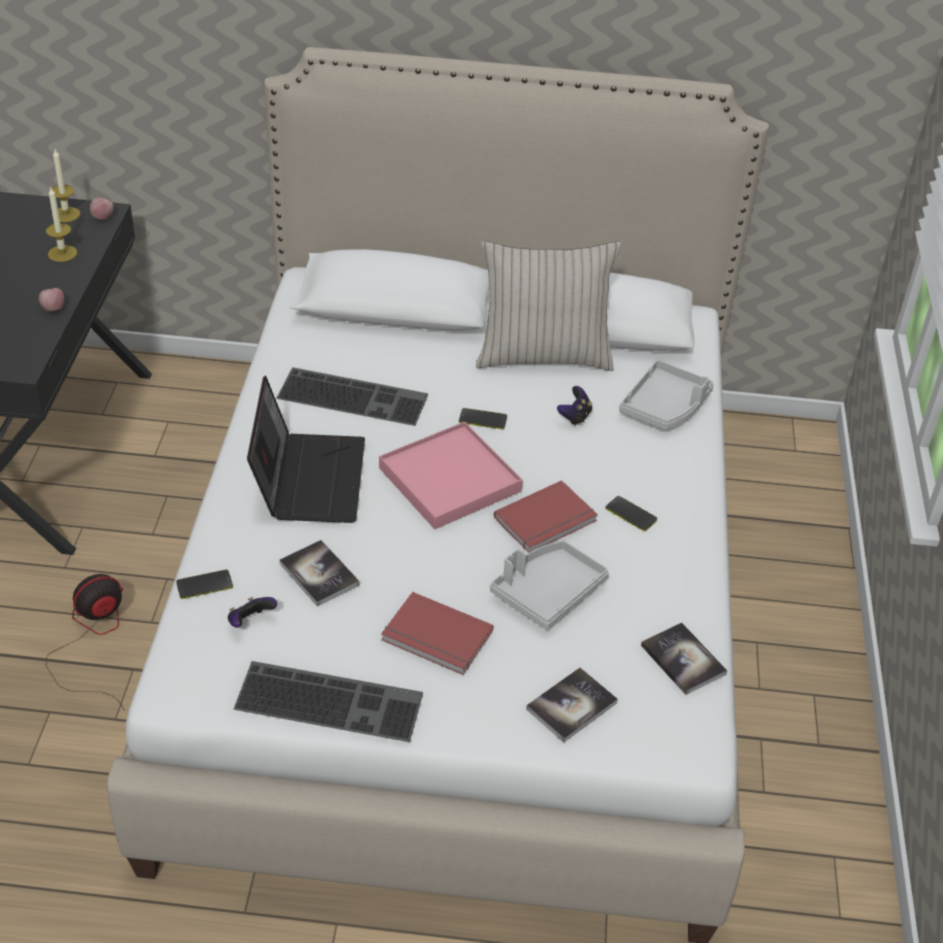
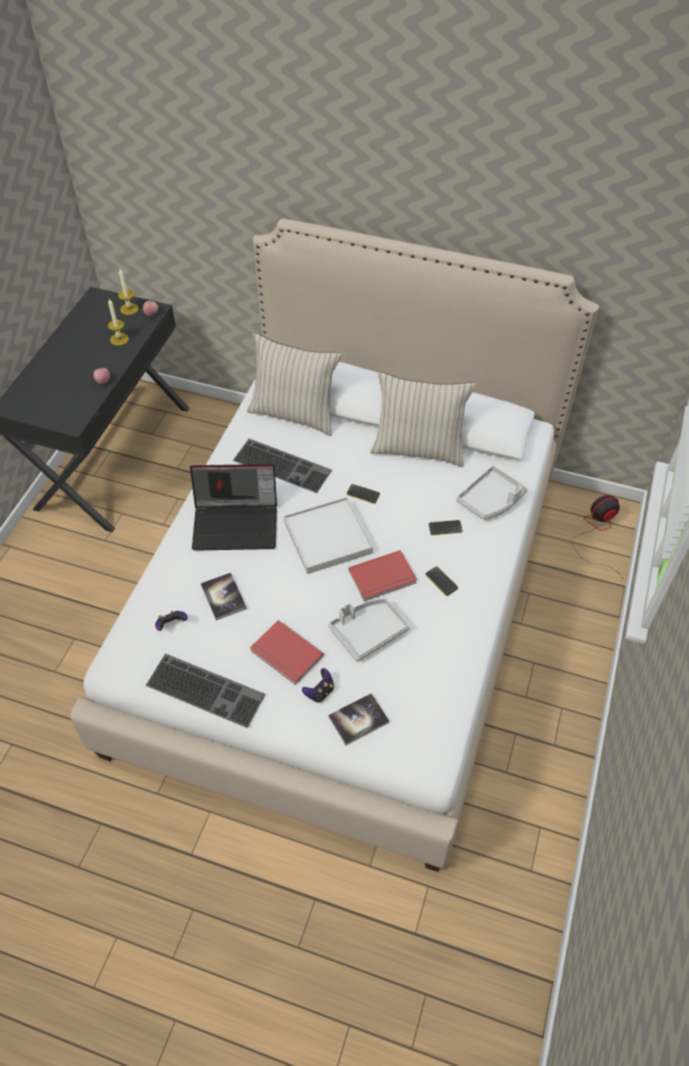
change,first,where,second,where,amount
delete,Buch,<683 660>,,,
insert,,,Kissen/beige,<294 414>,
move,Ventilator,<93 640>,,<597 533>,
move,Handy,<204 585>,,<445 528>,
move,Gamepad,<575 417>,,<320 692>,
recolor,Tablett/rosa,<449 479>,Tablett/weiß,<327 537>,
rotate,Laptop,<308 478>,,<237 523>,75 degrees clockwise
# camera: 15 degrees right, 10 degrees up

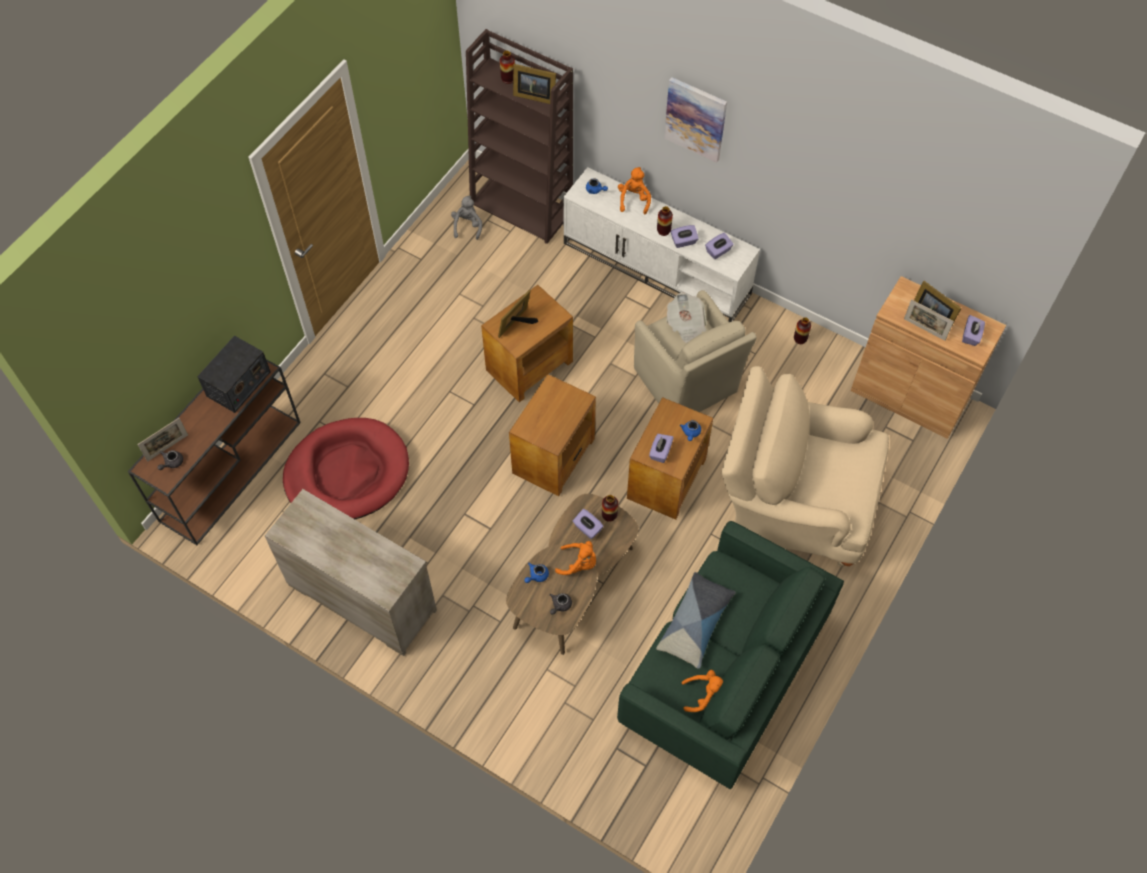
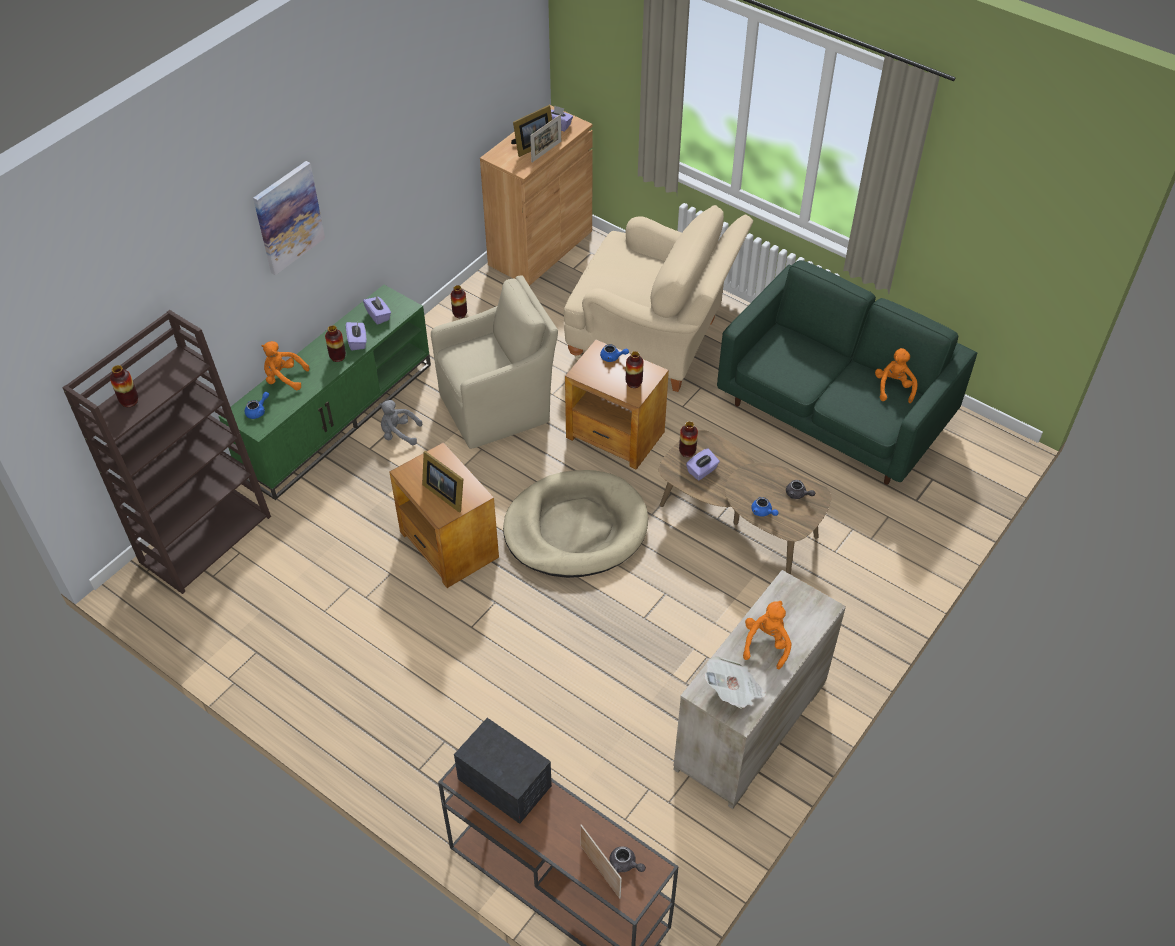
change,first,where,second,where,amount
delete,Hundebett/rot,<347 473>,,,
delete,Bilderrahmen,<534 95>,,,
delete,Kissen,<696 623>,,,
move,Plüschtier/grau,<467 226>,,<399 433>,
move,Plüschtier/orange,<579 564>,,<766 644>,
move,Zeitung,<686 324>,,<733 691>,
replace,Beistelltisch/braun,<554 455>,Hundebett/beige,<575 528>,
replace,Taschentuchbox/lila,<660 452>,Vase,<633 383>,
recolor,Fernsehschrank/weiß,<658 268>,Fernsehschrank/grün,<337 416>,
rotate,Sessel/beige,<793 504>,,<653 342>,90 degrees counterclockwise
# camera: 85 degrees left, 10 degrees down

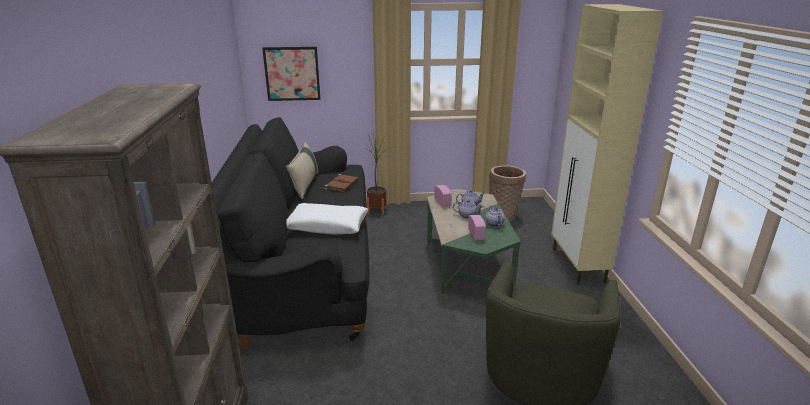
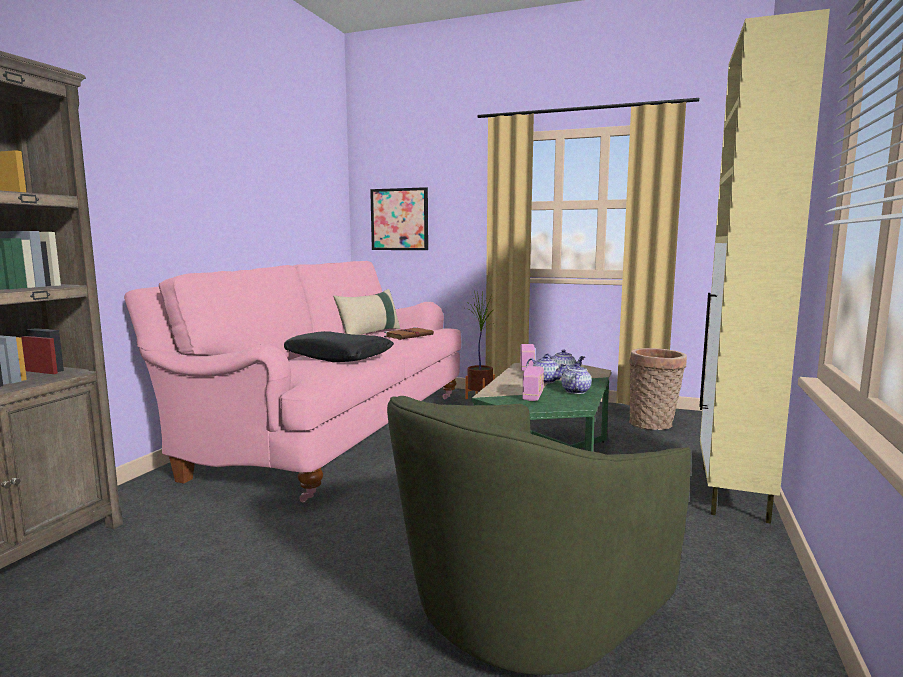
change,first,where,second,where,amount
recolor,Sofa/schwarz,<304 269>,Sofa/rosa,<335 430>,
recolor,Kissen/weiß,<327 226>,Kissen/schwarz,<338 357>,
# camera: 25 degrees right, 15 degrees down

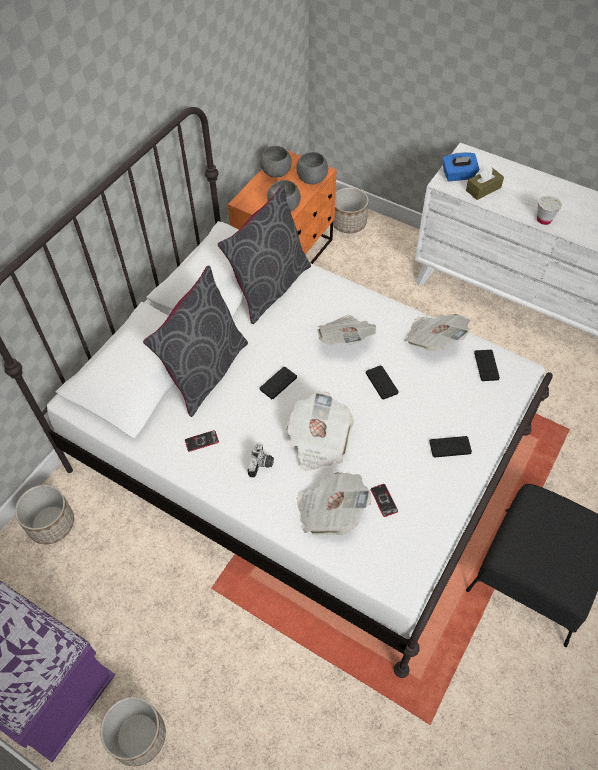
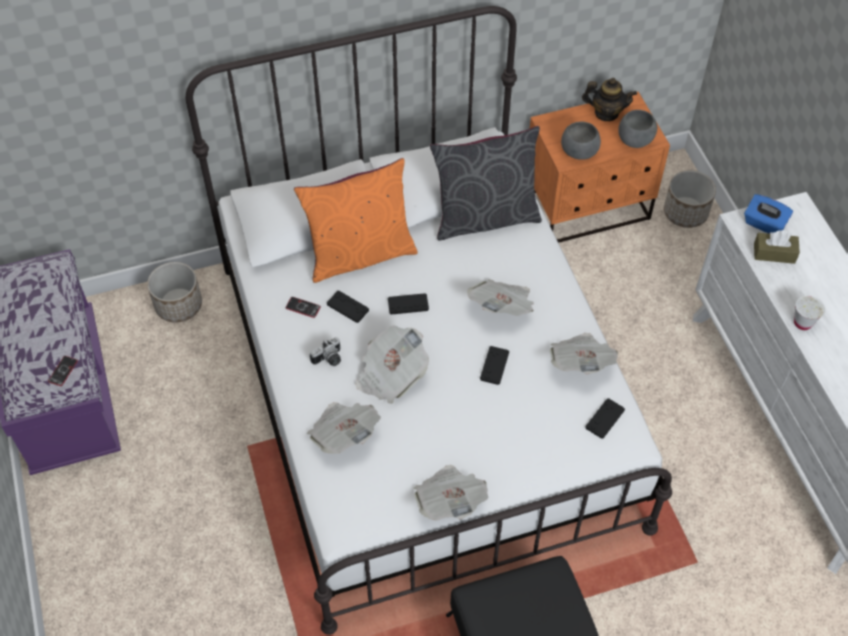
change,first,where,second,where,amount
delete,Pflanzkübel,<138 736>,,,
insert,,,Zeitung,<450 501>,
move,Handy,<384 500>,,<63 371>,
move,Gamepad/schwarz,<450 447>,,<347 307>,
replace,Schüssel/grau,<275 173>,Teekanne,<606 113>,
recolor,Kissen/grau,<205 372>,Kissen/orange,<360 254>,
# camera: 40 degrees right, 0 degrees up

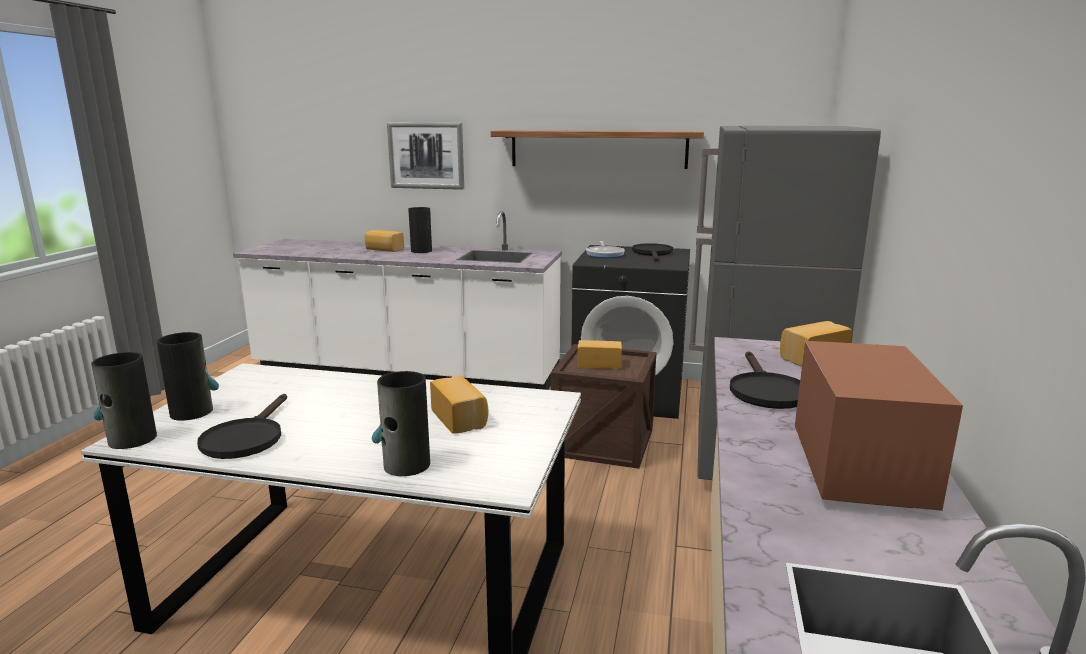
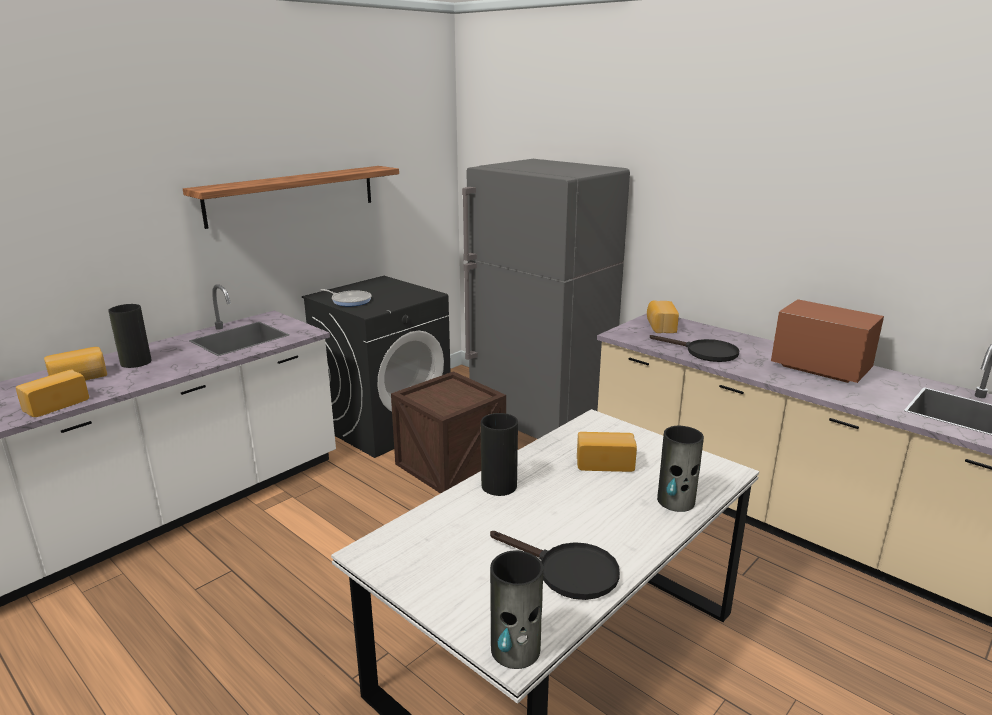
change,first,where,second,where,amount
delete,Bild,<426 155>,,,
delete,Pfanne/schwarz,<653 253>,,,
move,Vase,<192 412>,,<498 485>,
move,Brot,<599 364>,,<55 404>,
# camera: 60 degrees left, 5 degrees up

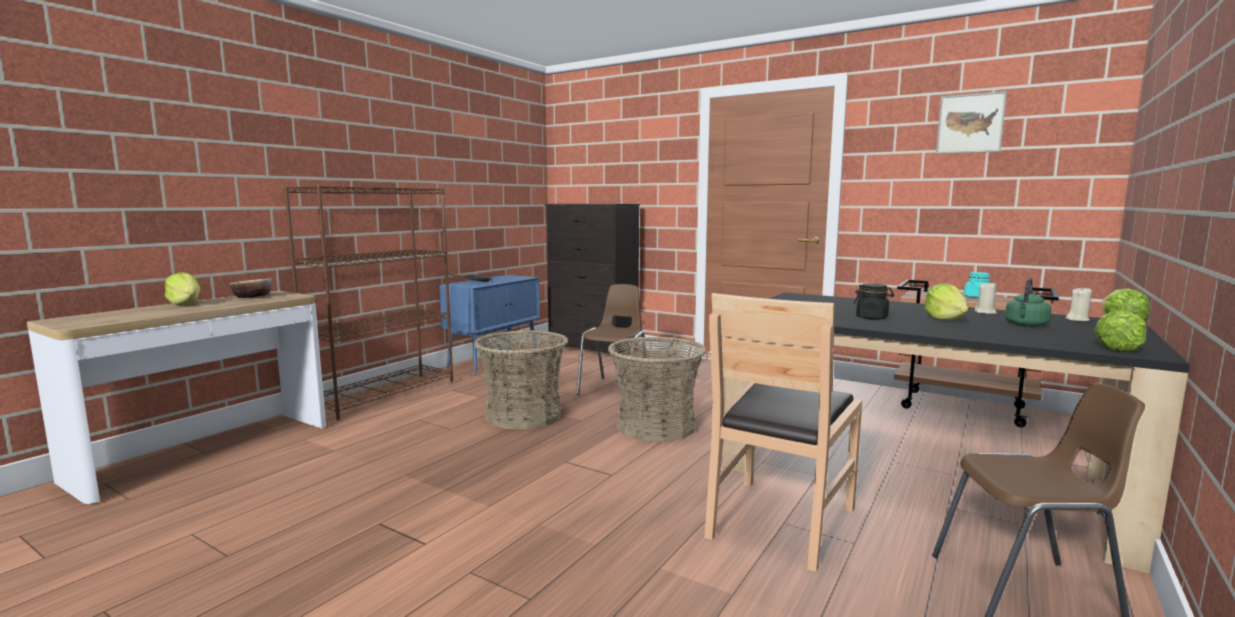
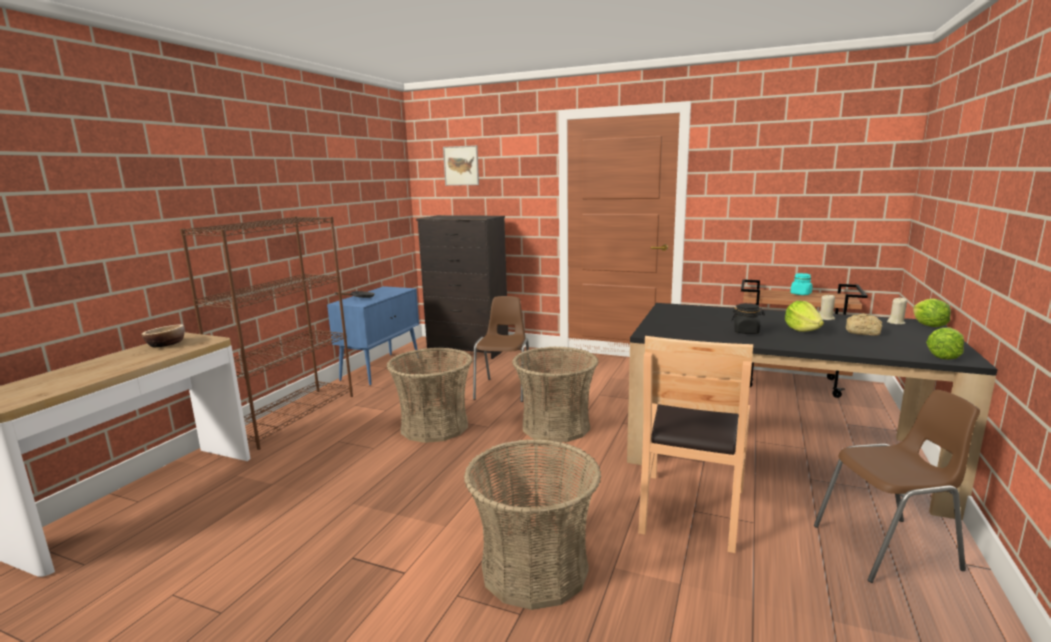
change,first,where,second,where,amount
delete,Salatkopf,<185 304>,,,
insert,,,Korb,<534 569>,
move,Bild,<970 123>,,<461 165>,
replace,Wasserkessel/grün,<1025 325>,Brot,<863 332>,
# camera: 10 degrees left, 5 degrees up

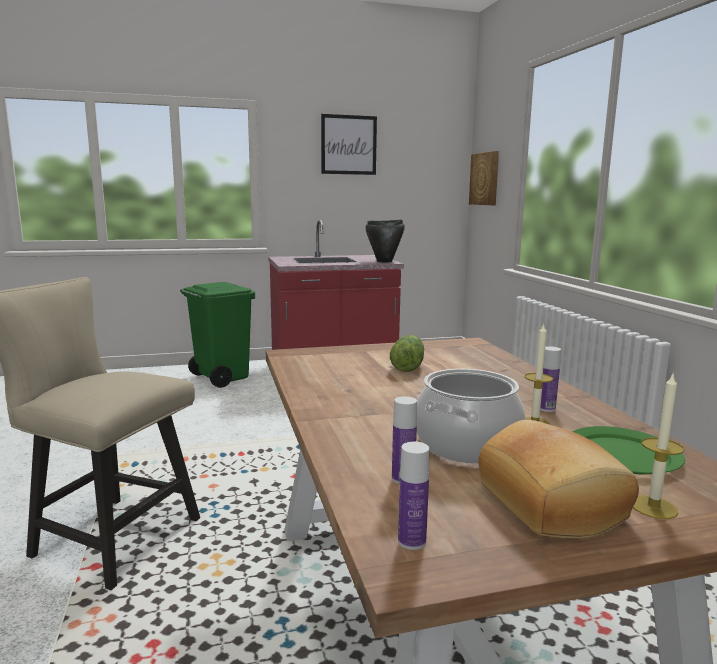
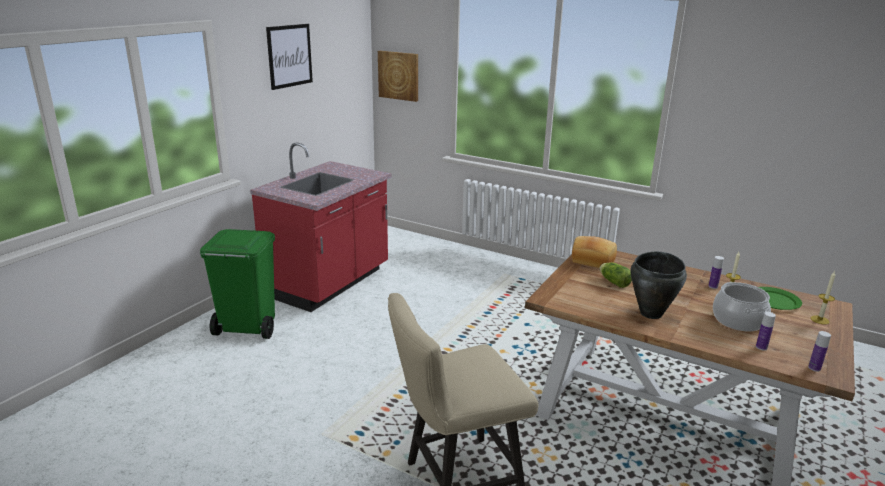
change,first,where,second,where,amount
move,Kochtopf/schwarz,<384 261>,,<651 313>,
move,Brot,<554 503>,,<593 260>,
# camera: 45 degrees left, 10 degrees up

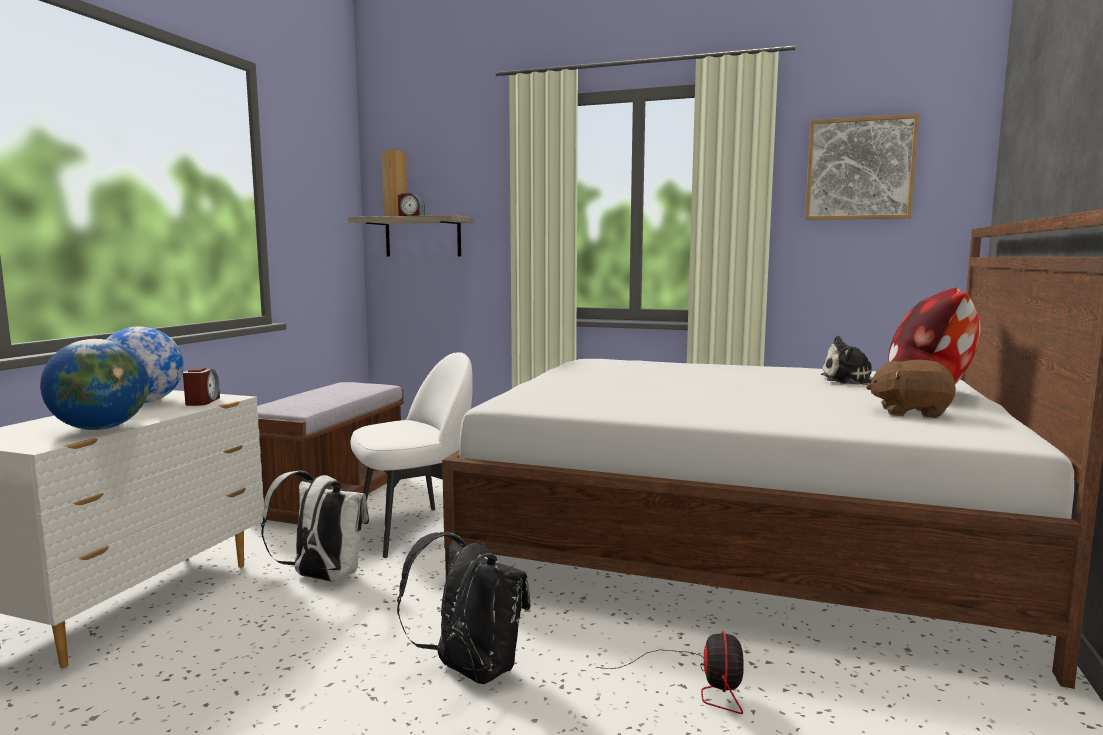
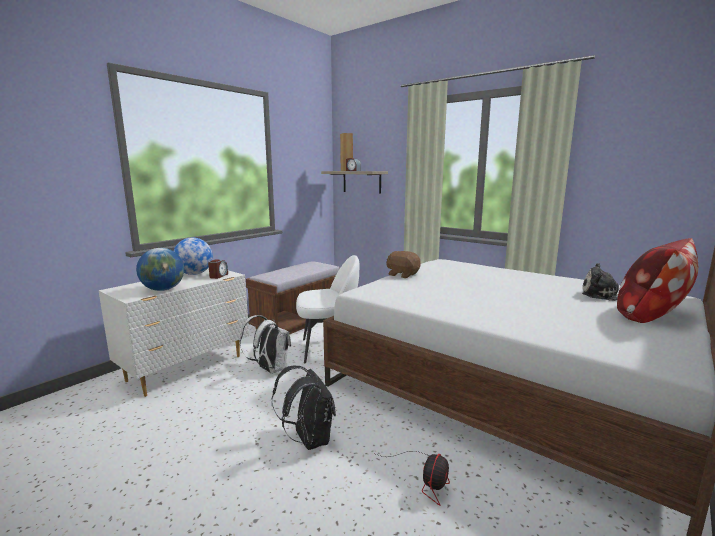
change,first,where,second,where,amount
delete,Bild,<859 169>,,,
move,Plüschtier/braun,<910 412>,,<402 275>,
# camera: 20 degrees right, 5 degrees up

